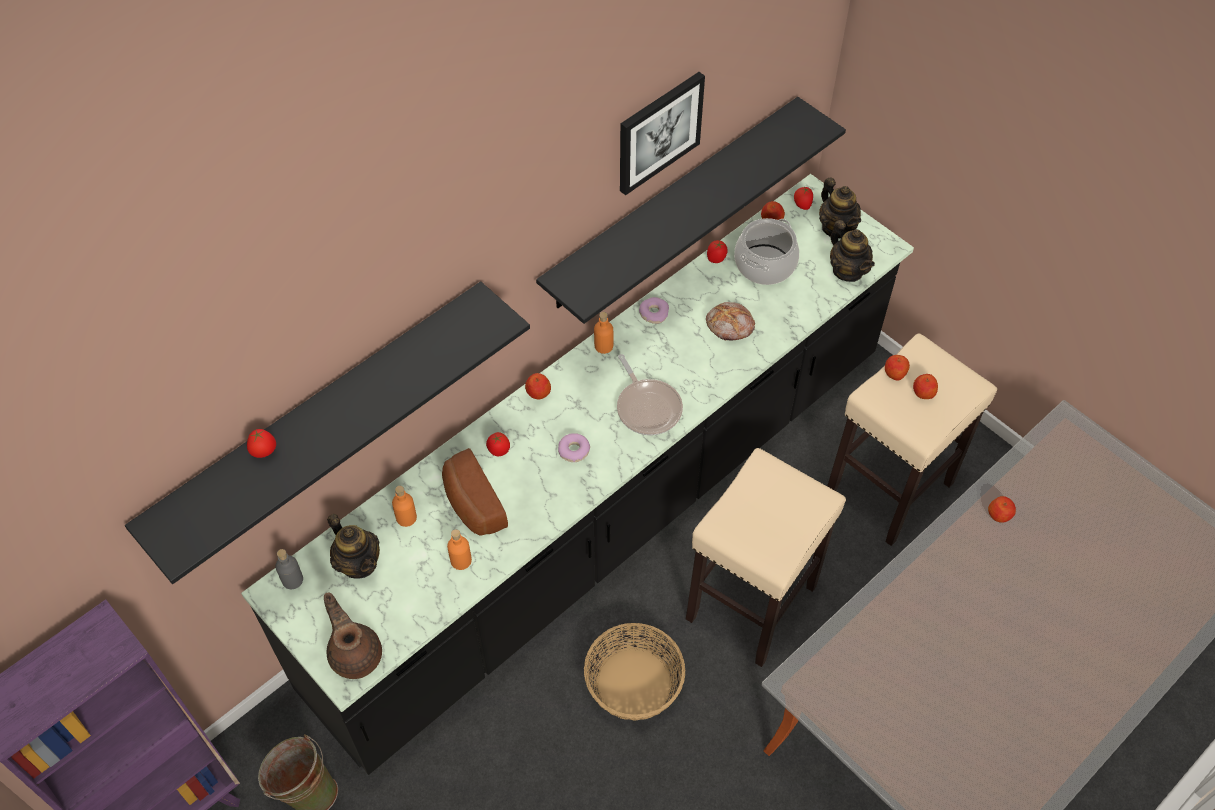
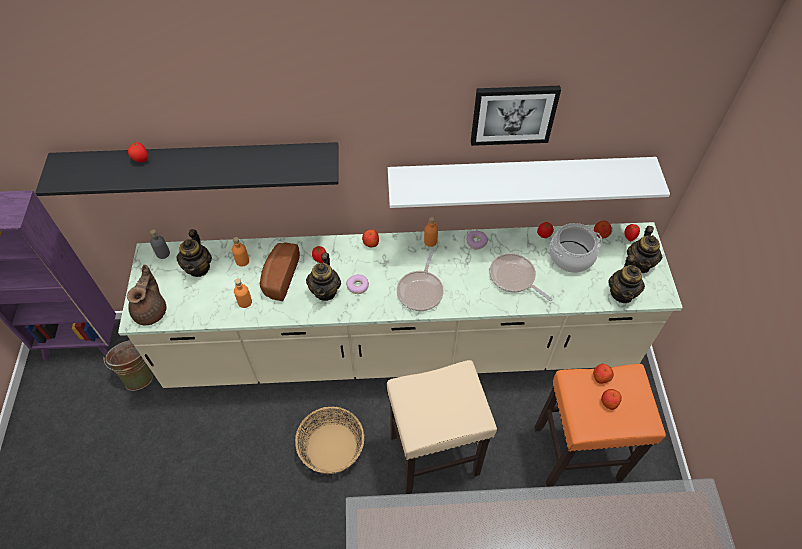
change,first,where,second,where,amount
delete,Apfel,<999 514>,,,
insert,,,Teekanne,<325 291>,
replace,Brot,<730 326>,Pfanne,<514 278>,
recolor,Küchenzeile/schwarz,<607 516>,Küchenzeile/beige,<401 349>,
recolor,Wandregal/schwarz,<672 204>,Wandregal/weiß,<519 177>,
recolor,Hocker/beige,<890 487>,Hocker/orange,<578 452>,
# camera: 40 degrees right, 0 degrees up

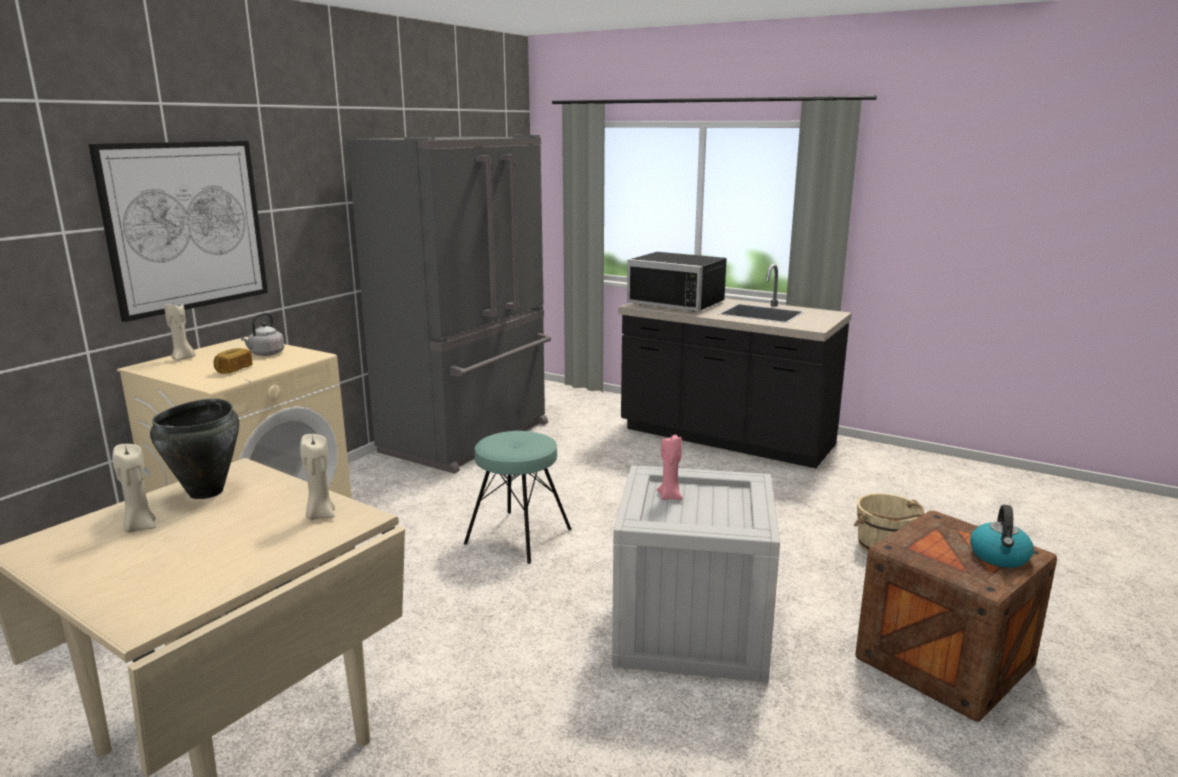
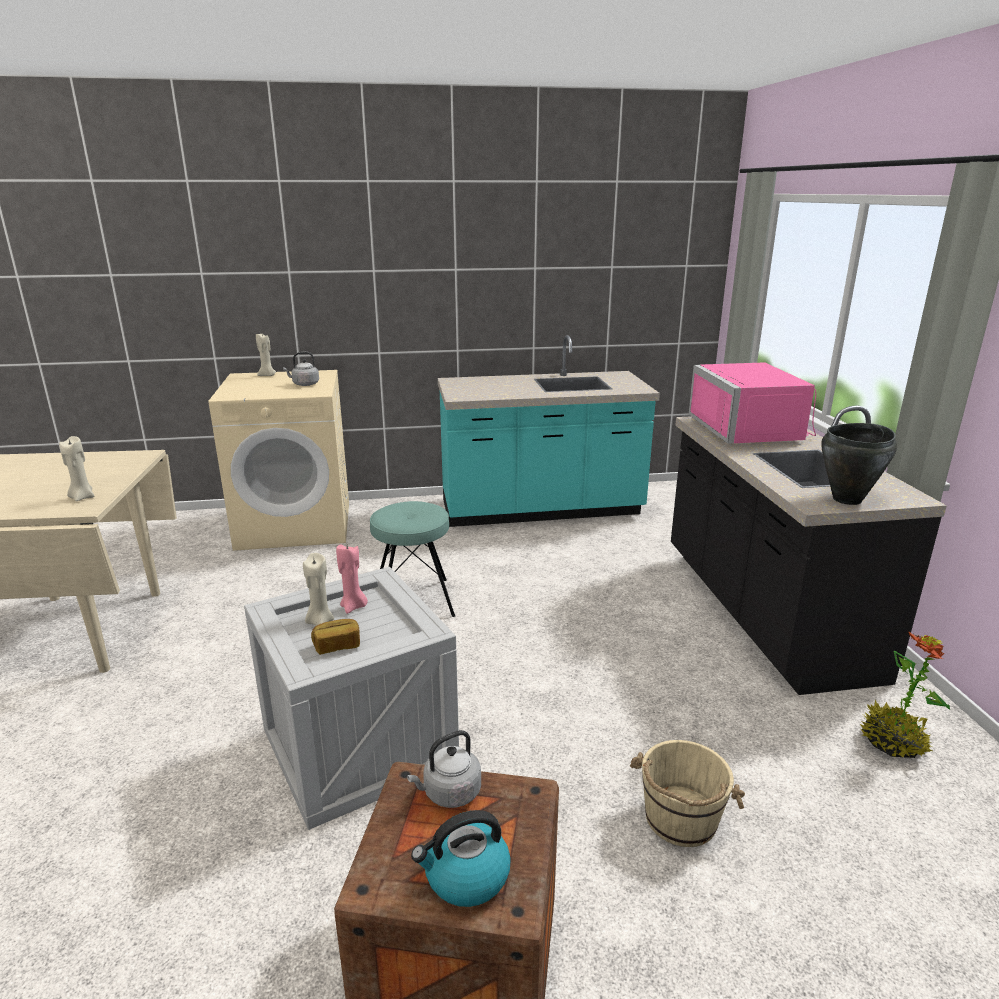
change,first,where,second,where,amount
delete,Bild,<186 226>,,,
insert,,,Wasserkessel/grau,<449 793>,
insert,,,Topfpflanze,<893 742>,
move,Kerze/beige,<140 527>,,<319 621>,
move,Kochtopf/schwarz,<207 492>,,<848 499>,
move,Brot,<233 370>,,<337 645>,
replace,Kühlschrank/grau,<469 438>,Küchenzeile/türkis,<541 509>,
recolor,Mikrowelle/schwarz,<679 303>,Mikrowelle/rosa,<751 430>,
# camera: 50 degrees right, 5 degrees up

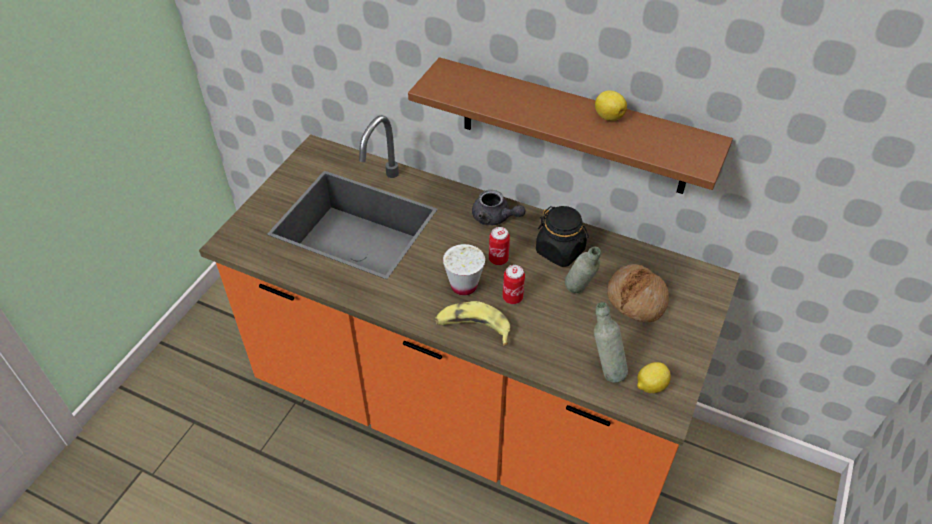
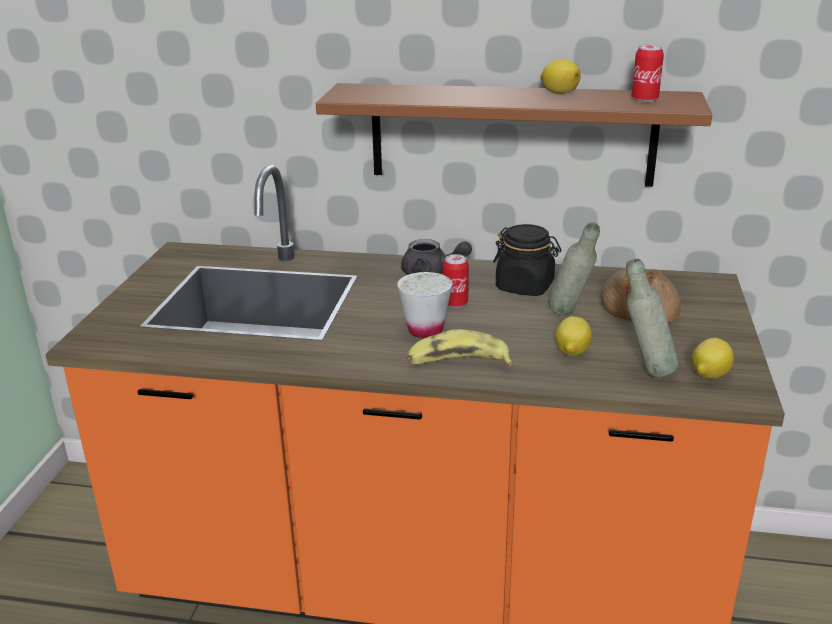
change,first,where,second,where,amount
insert,,,Zitrone,<571 352>,
move,Dose,<512 297>,,<644 99>,
# camera: 15 degrees left, 20 degrees down

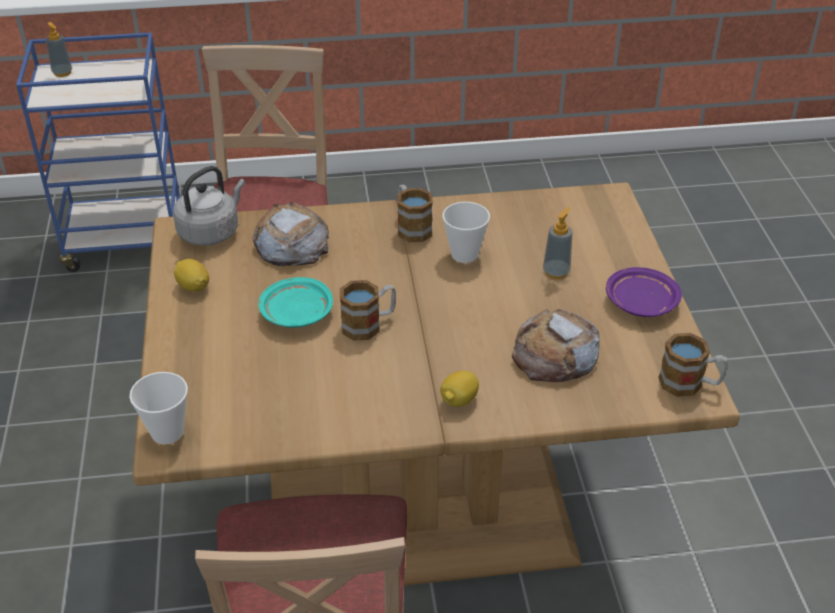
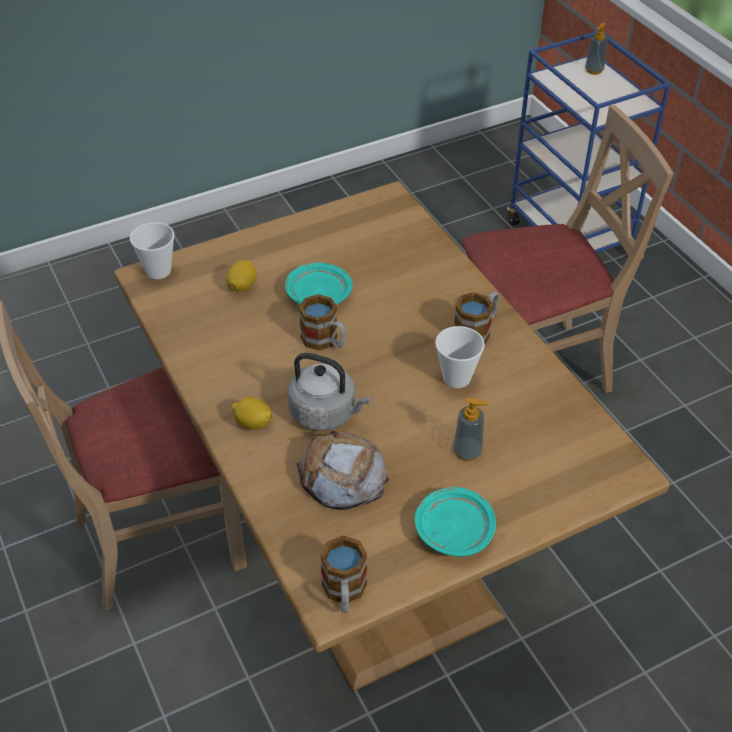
change,first,where,second,where,amount
delete,Brot,<291 243>,,,
move,Wasserkessel/grau,<211 232>,,<326 413>,
move,Zitrone,<193 287>,,<242 286>,
recolor,Teller/lila,<640 302>,Teller/türkis,<454 529>,
# camera: 70 degrees right, 5 degrees up

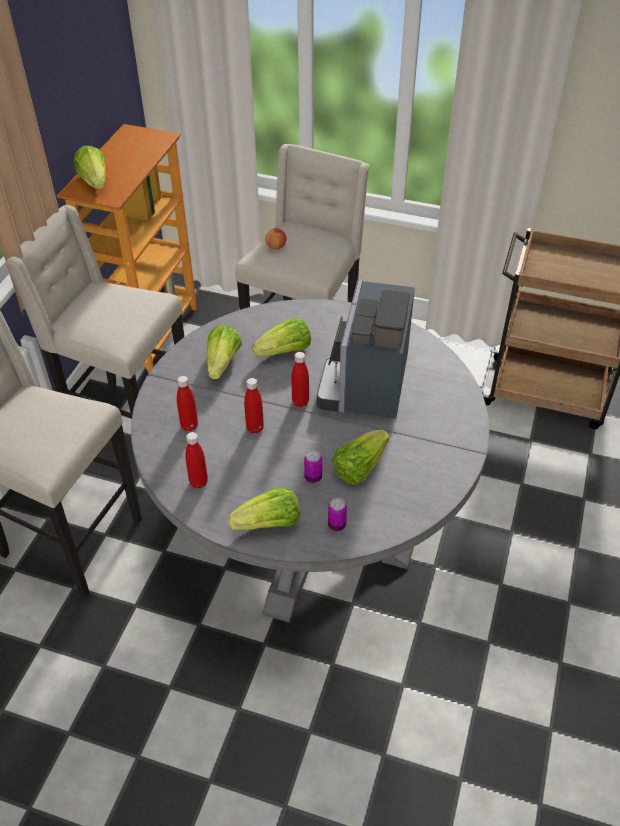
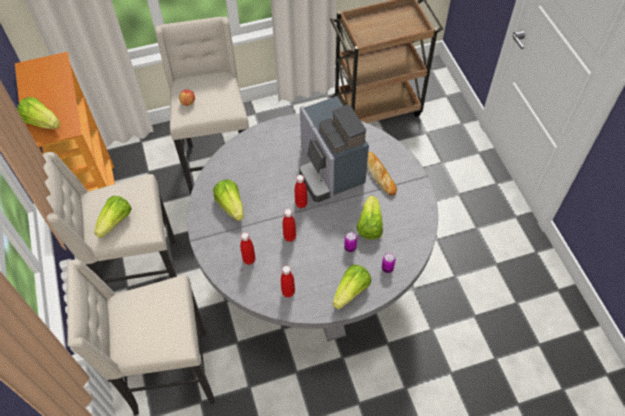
change,first,where,second,where,amount
insert,,,Brot,<379 175>,
move,Salatkopf,<285 352>,,<116 222>,
# camera: 35 degrees left, 10 degrees up

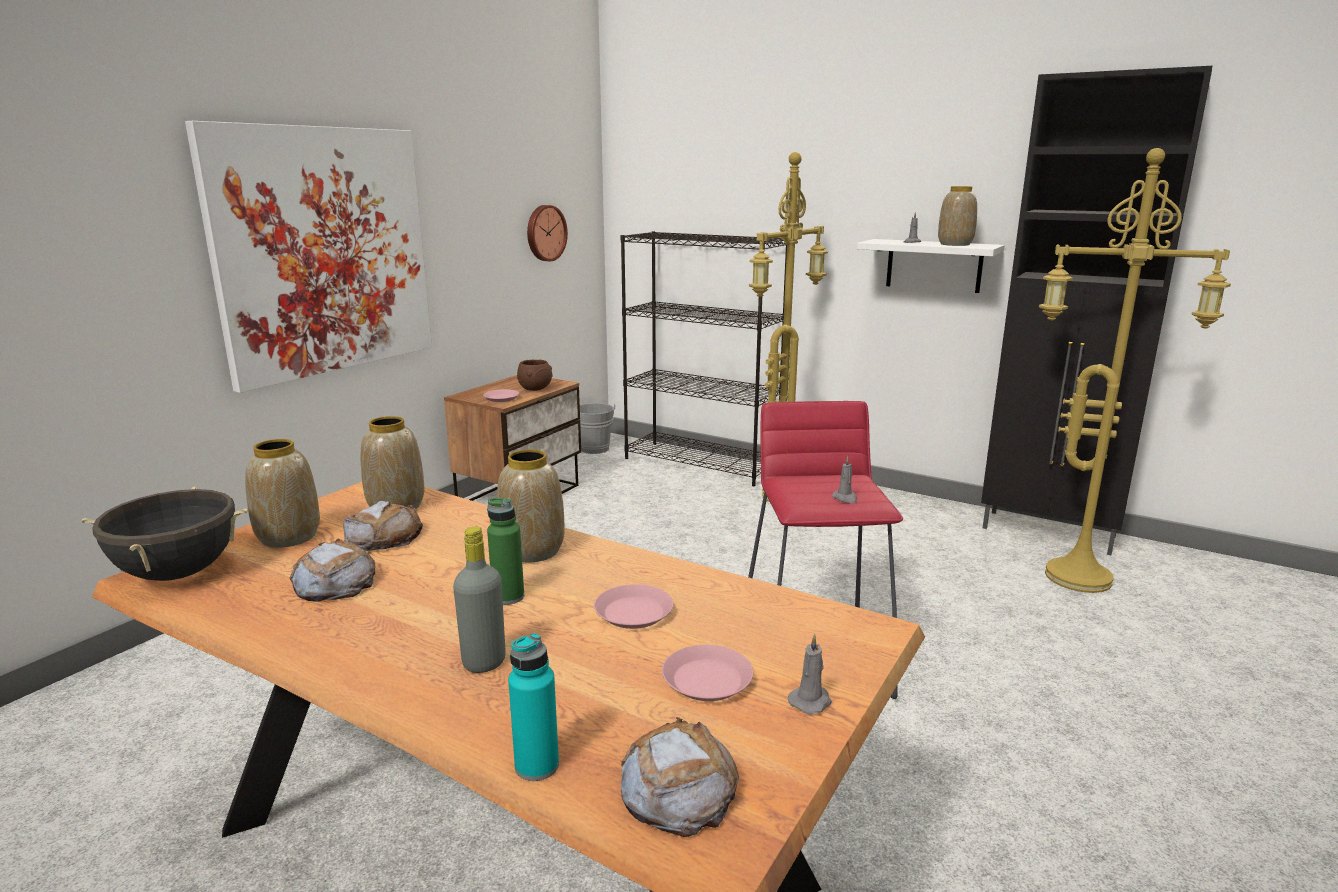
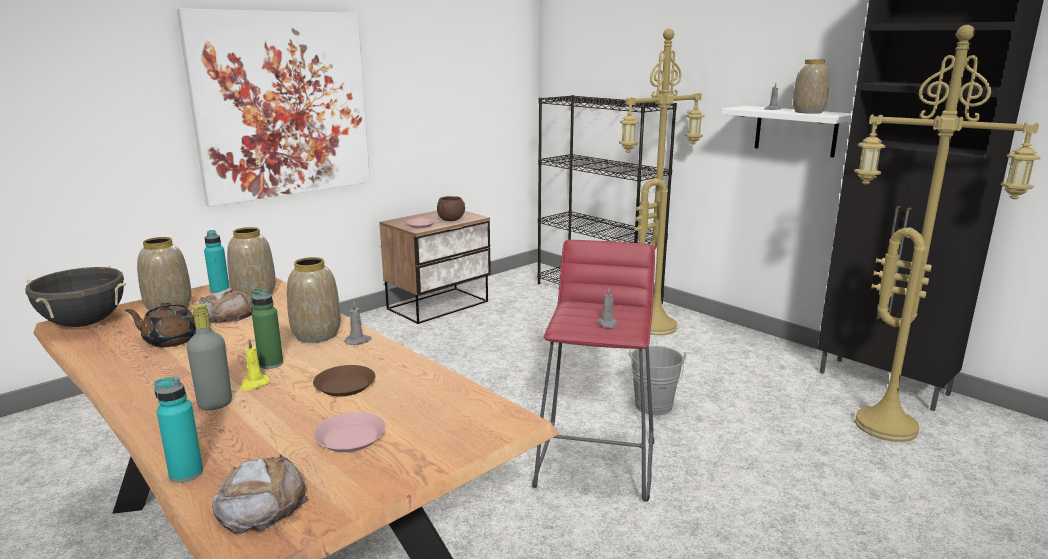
change,first,where,second,where,amount
delete,Wanduhr,<545 233>,,,
insert,,,Flasche/türkis,<220 290>,
insert,,,Kerze/gelb,<254 384>,
move,Eimer/grau,<595 450>,,<653 408>,
move,Kerze/grau,<811 701>,,<358 341>,
replace,Brot,<334 582>,Teekanne/braun,<170 340>,
recolor,Teller/rosa,<633 612>,Teller/braun,<345 385>,
# camera: 15 degrees right, 0 degrees up

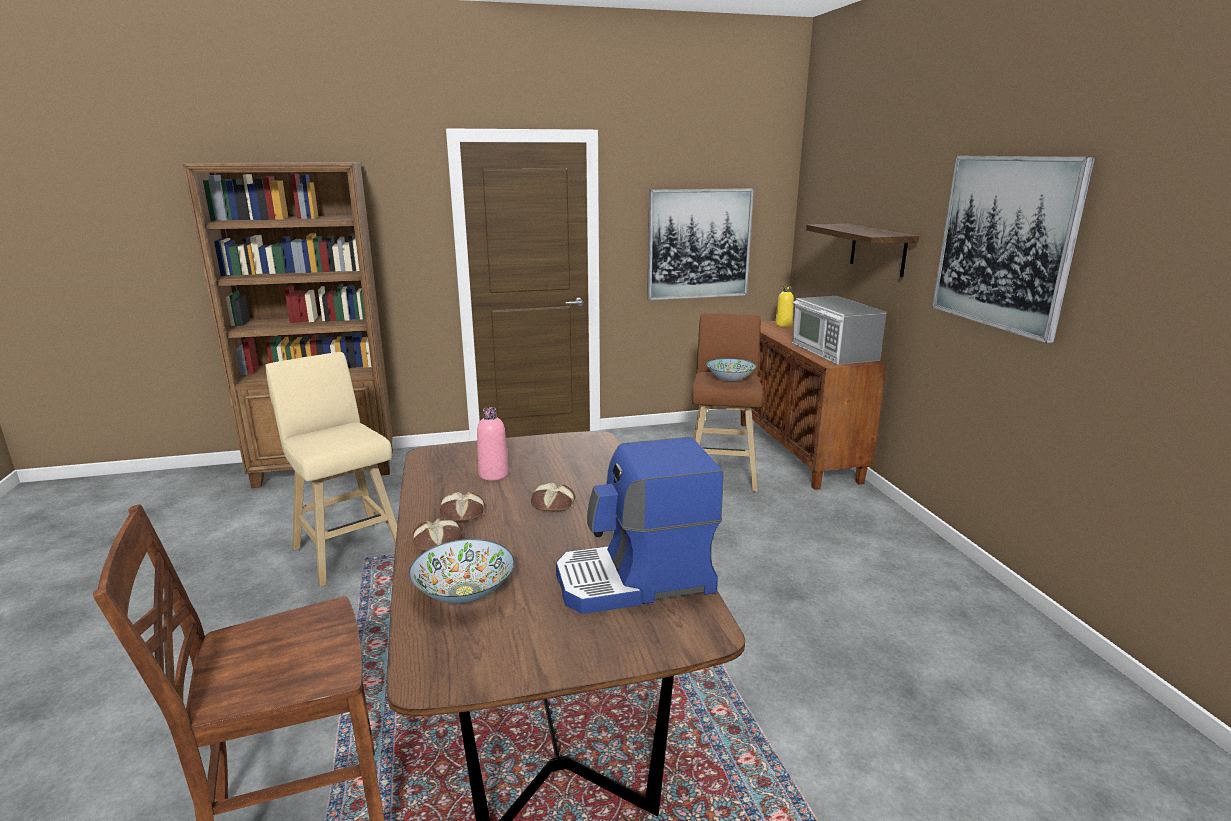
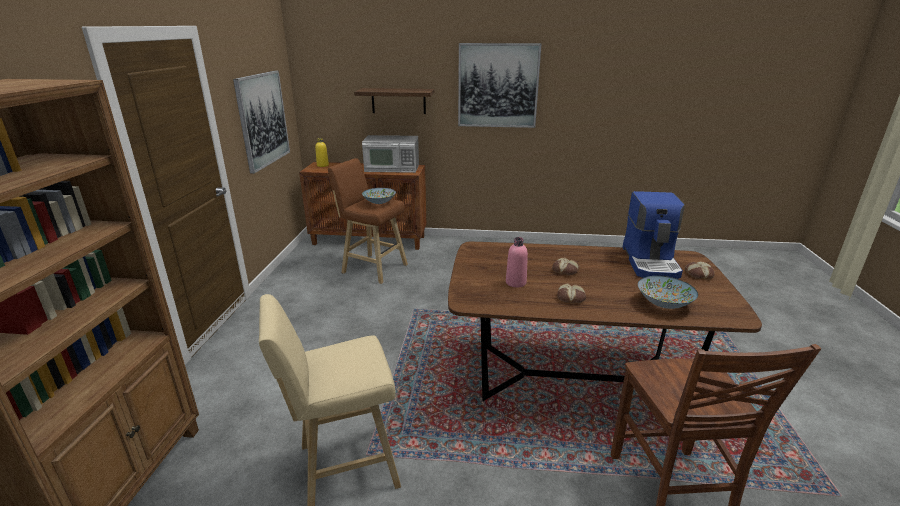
change,first,where,second,where,amount
move,Brot,<437 541>,,<698 274>,
# camera: 70 degrees left, 5 degrees up

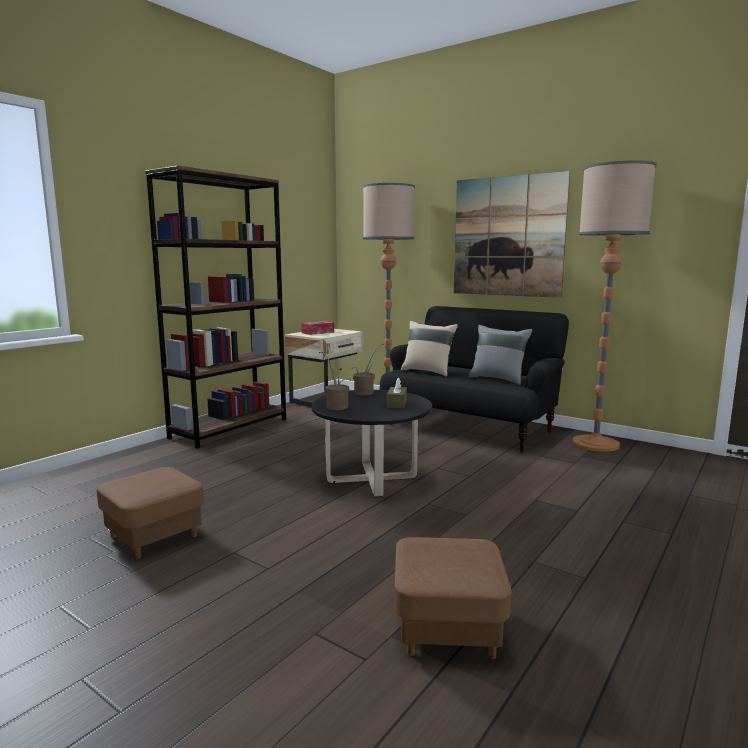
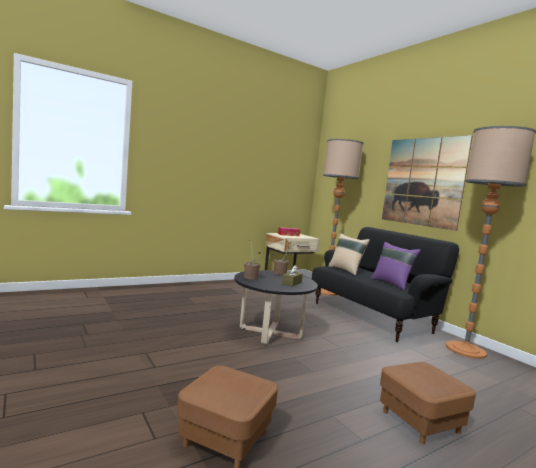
change,first,where,second,where,amount
delete,Bücherregal/braun,<230 428>,,,
move,Polsterhocker/braun,<154 535>,,<420 421>,
recolor,Kissen/grau,<498 379>,Kissen/lila,<392 284>,
# camera: 20 degrees right, 5 degrees down

